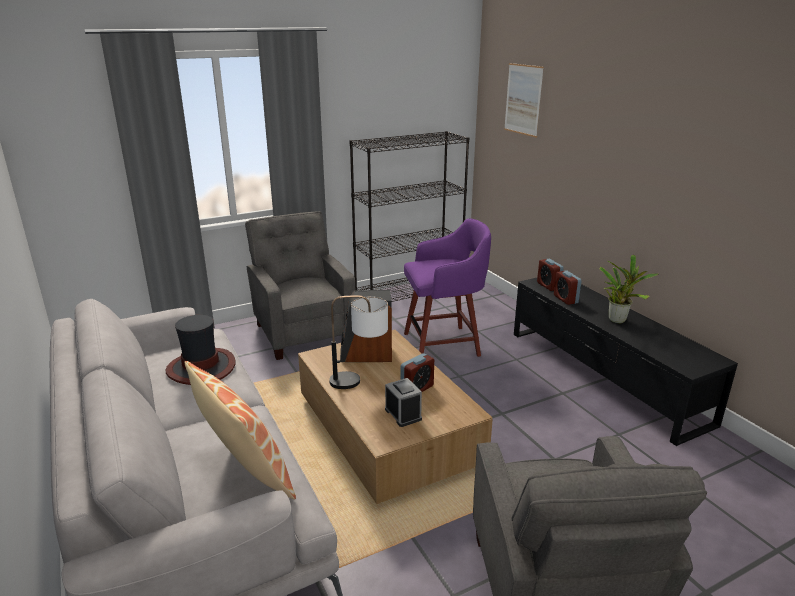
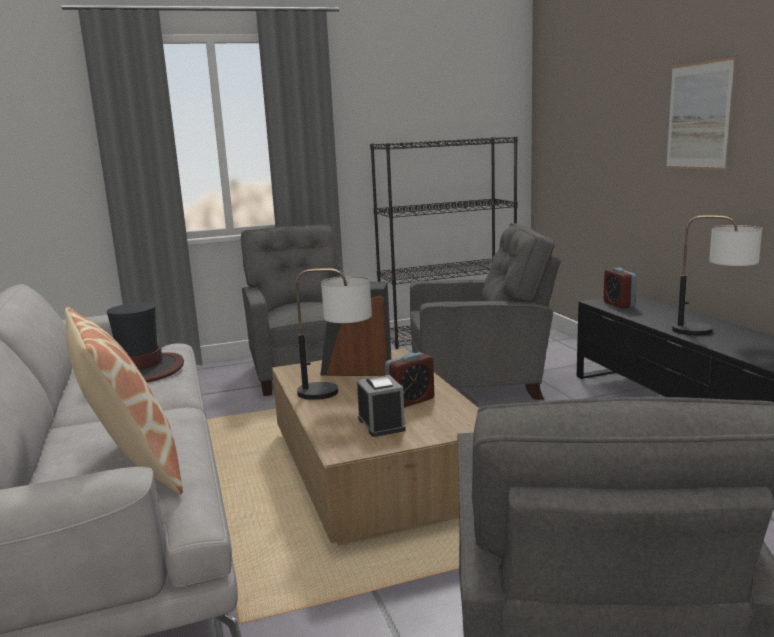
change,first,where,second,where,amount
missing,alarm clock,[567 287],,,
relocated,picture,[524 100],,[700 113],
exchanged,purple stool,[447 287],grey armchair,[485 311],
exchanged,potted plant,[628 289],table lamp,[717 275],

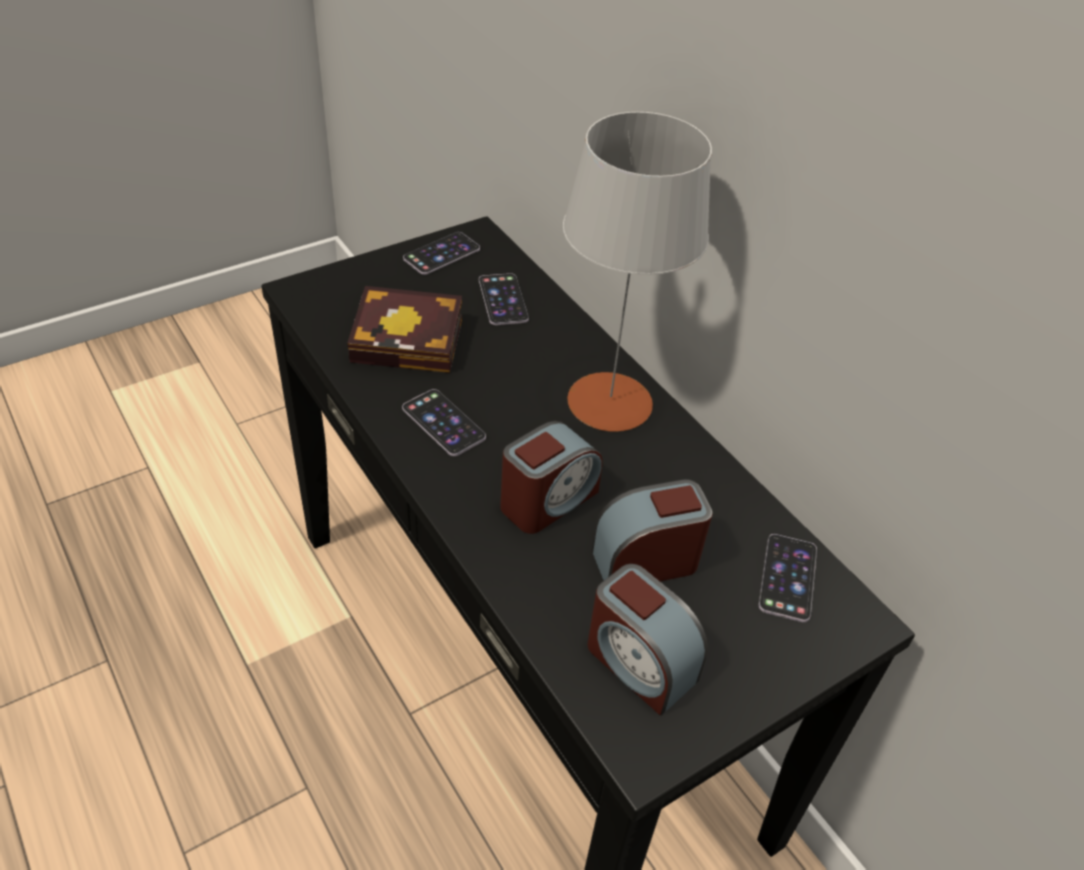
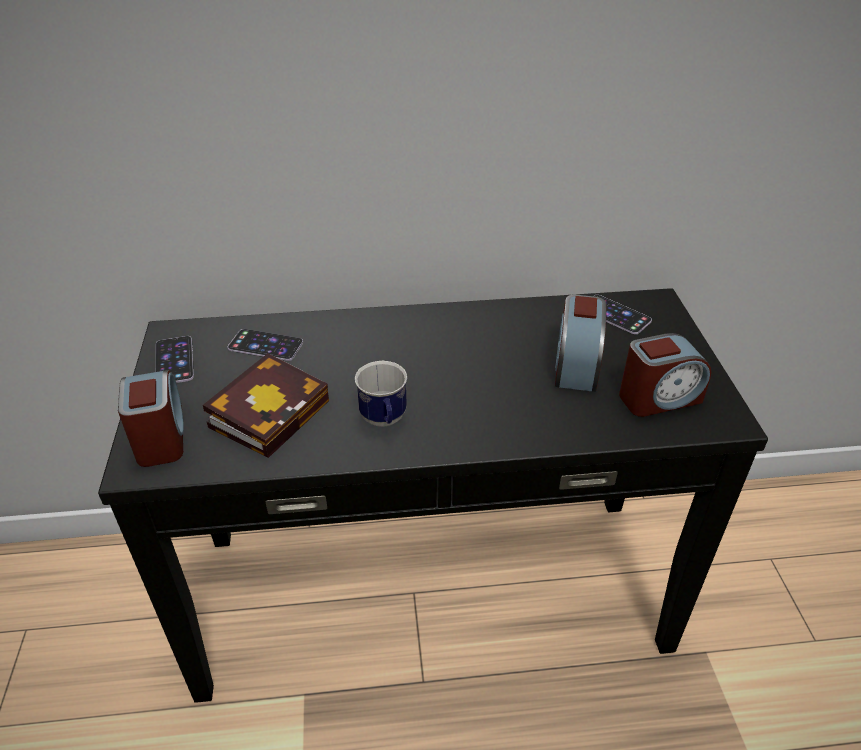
change,first,where,second,where,amount
missing,grey table lamp,[637 272],,,
relocated,alarm clock,[551 477],,[151 418],
exchanged,phone,[444 422],mug,[381 394],

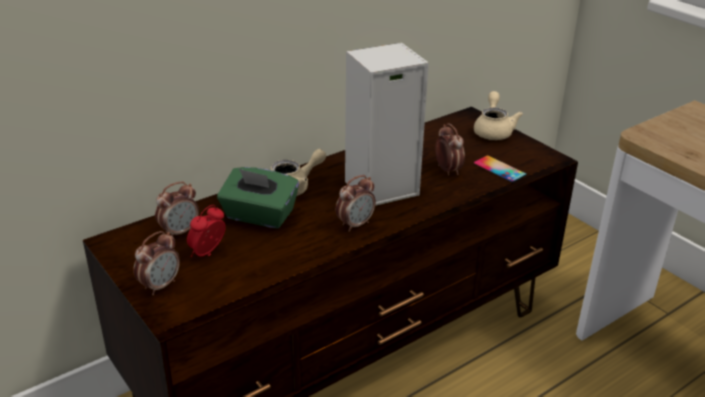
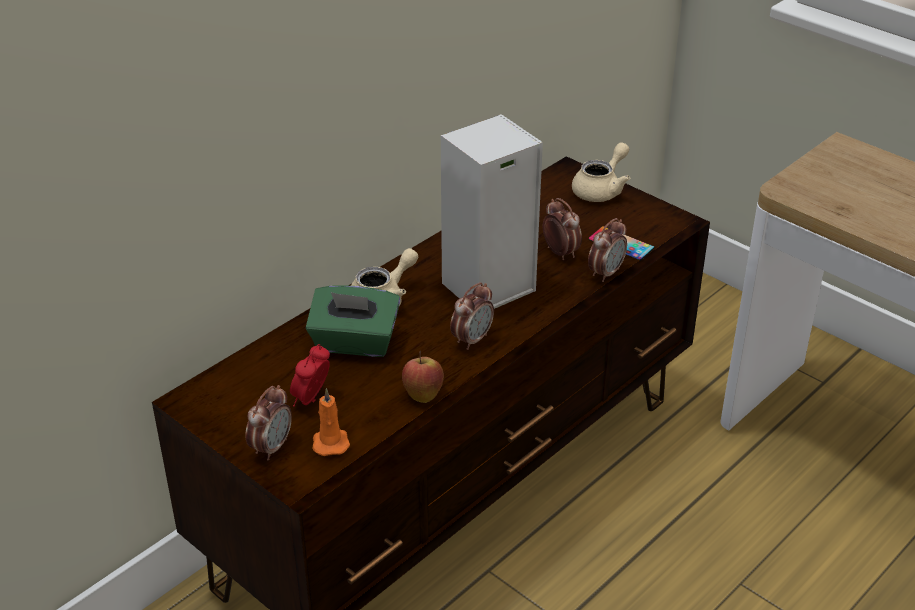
change,first,where,second,where,amount
appeared,,,orange candle,[331 422],
appeared,,,apple,[423 377],
relocated,alarm clock,[177 209],,[607 250],
spun,beige teapot,[498 115],,[601 172],45 degrees clockwise

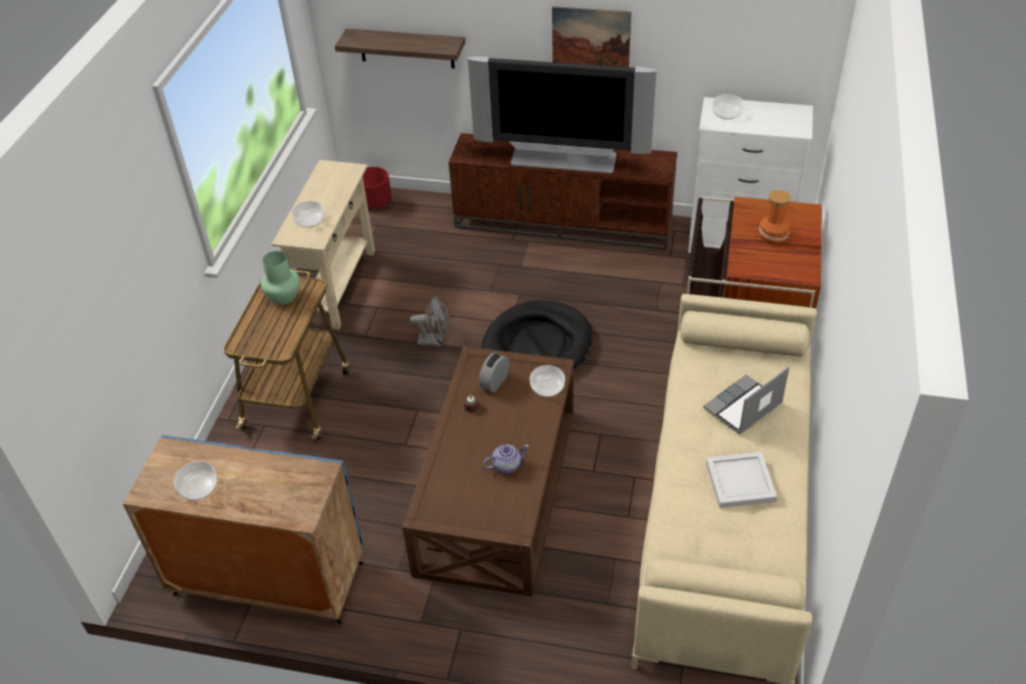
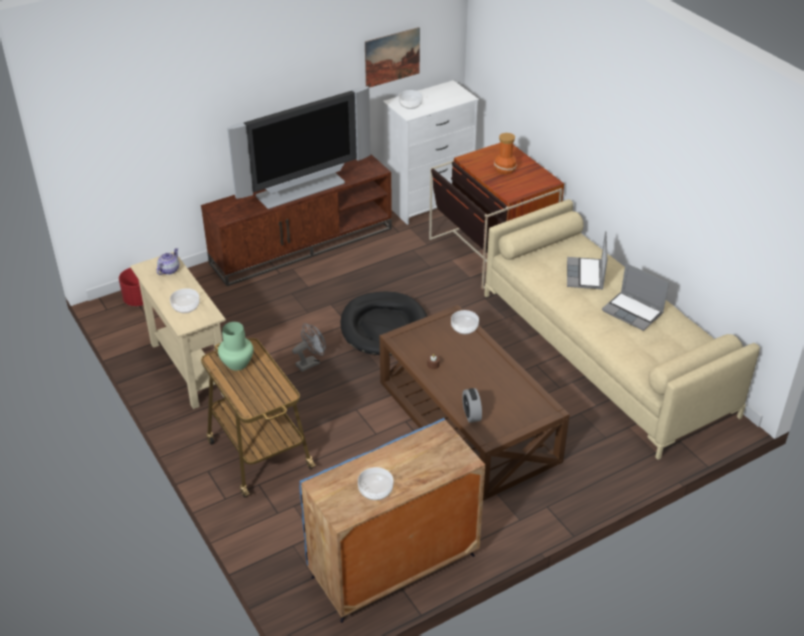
change,first,where,second,where,amount
missing,shelf,[400 48],,,
relocated,alarm clock,[494 373],,[472 405],
relocated,teapot,[506 459],,[168 261],
relocated,picture,[591 36],,[392 57],
exchanged,white tray,[741 480],laptop,[635 297],

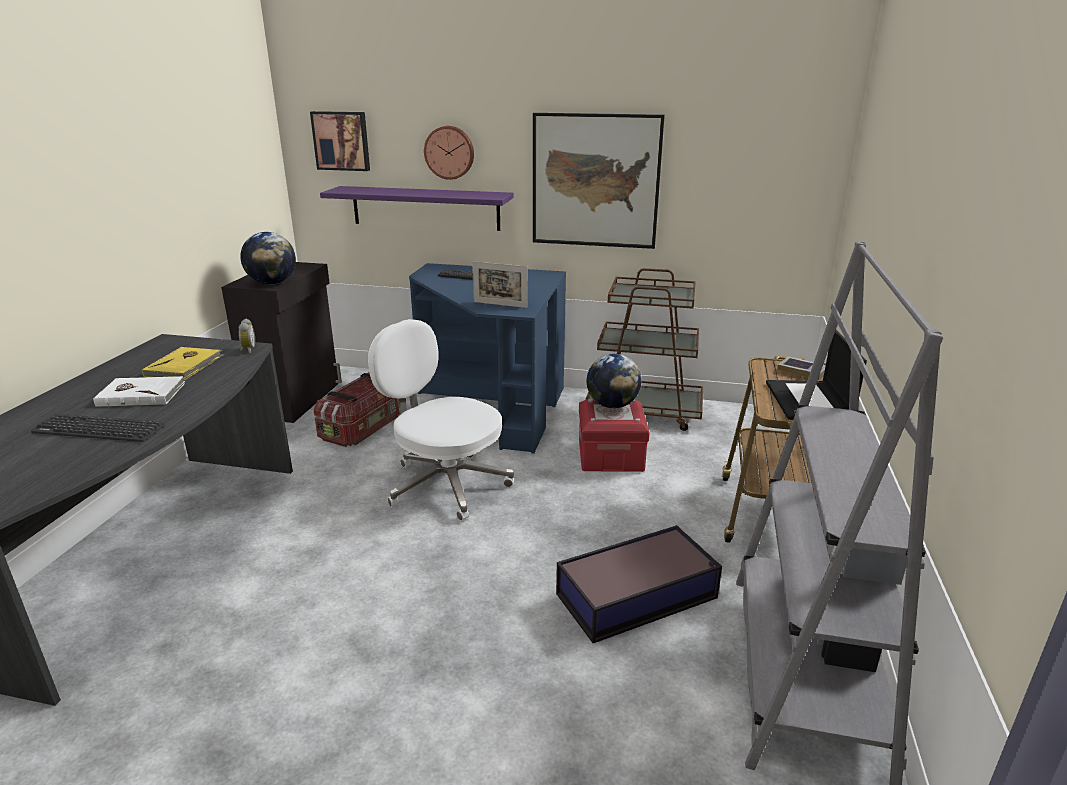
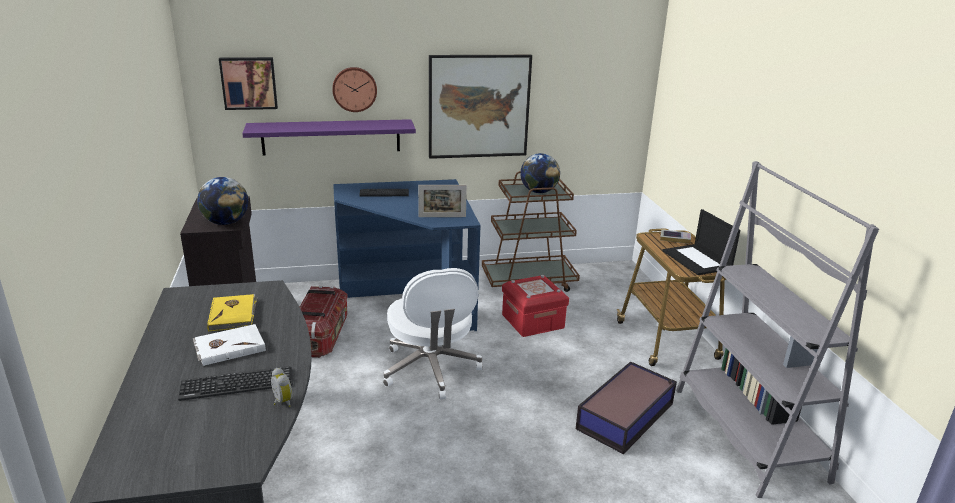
change,first,where,second,where,amount
relocated,alarm clock,[247 336],,[282 387],
relocated,globe,[614 381],,[540 173],
spun,white office chair,[441 420],,[433 333],120 degrees counterclockwise

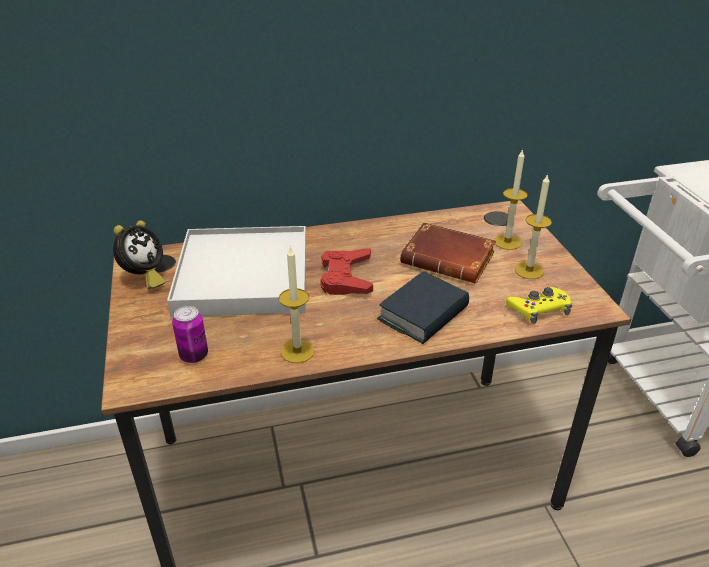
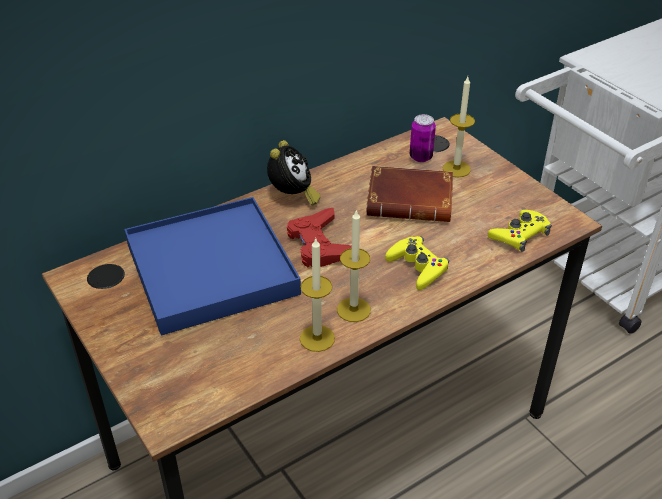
change,first,where,second,where,amount
relocated,alarm clock,[139 254],,[294 173],
relocated,can,[190 334],,[423 138],
relocated,candle,[533 226],,[354 265],
exchanged,book,[423 307],yellow game controller,[417 263],
colour,white tray,[236 271],blue tray,[212 266],

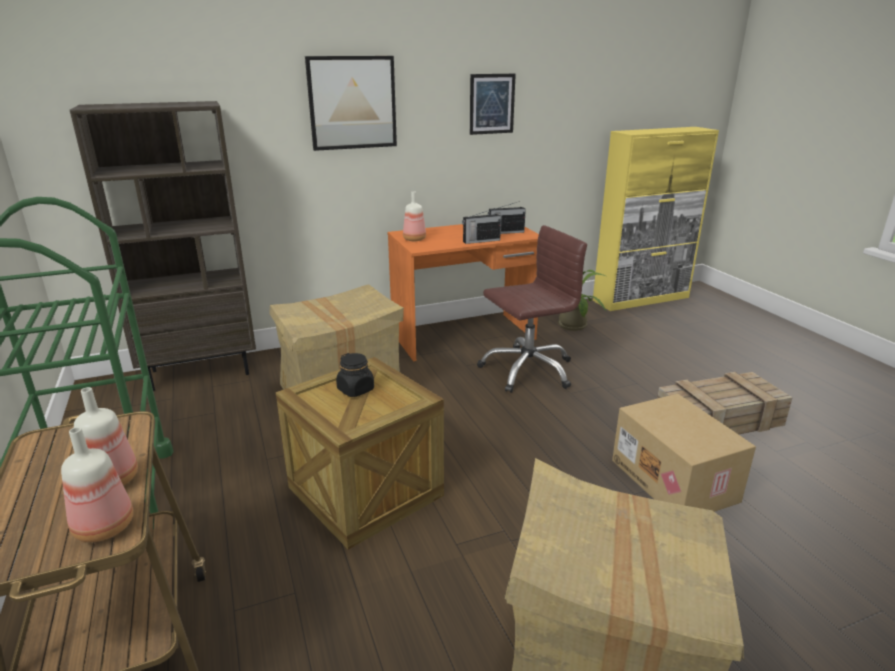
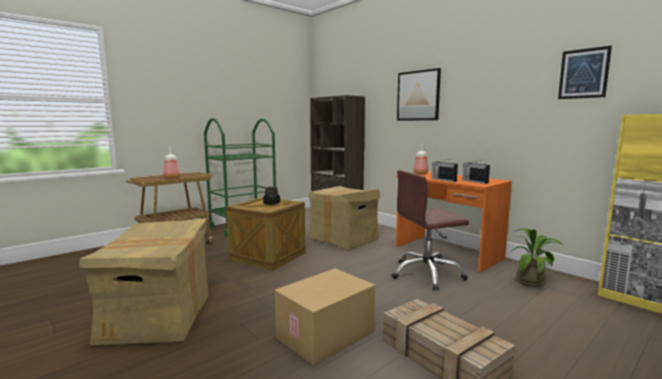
change,first,where,second,where,amount
missing,bottle,[97 484],,,
relocated,picture,[493 104],,[585 72],
spun,brown office chair,[532 309],,[430 230],120 degrees clockwise

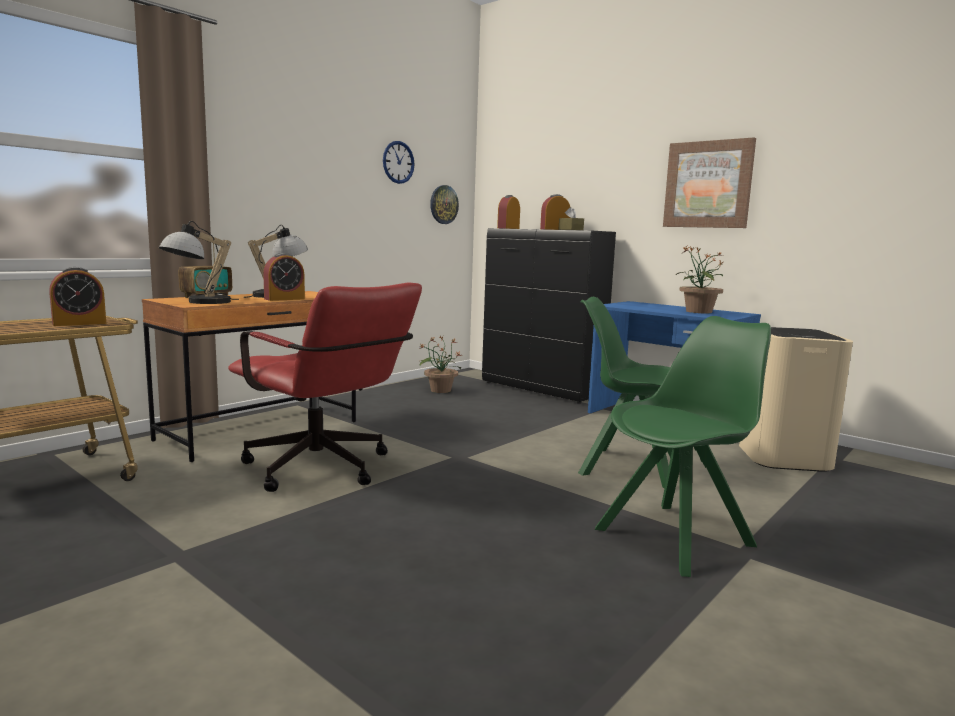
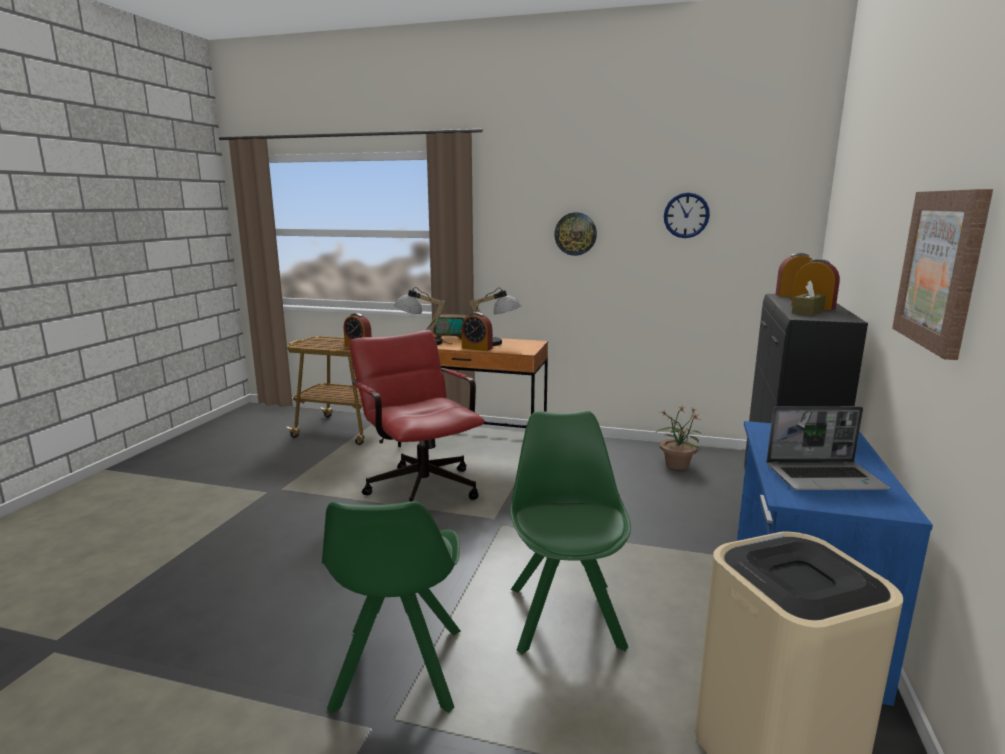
change,first,where,second,where,amount
relocated,wall clock,[444 204],,[575 234],
exchanged,potted plant,[699 279],laptop,[828 448],
spun,red office chair,[325 387],,[417 416],135 degrees clockwise
spun,green chair,[683 446],,[391 607],60 degrees clockwise

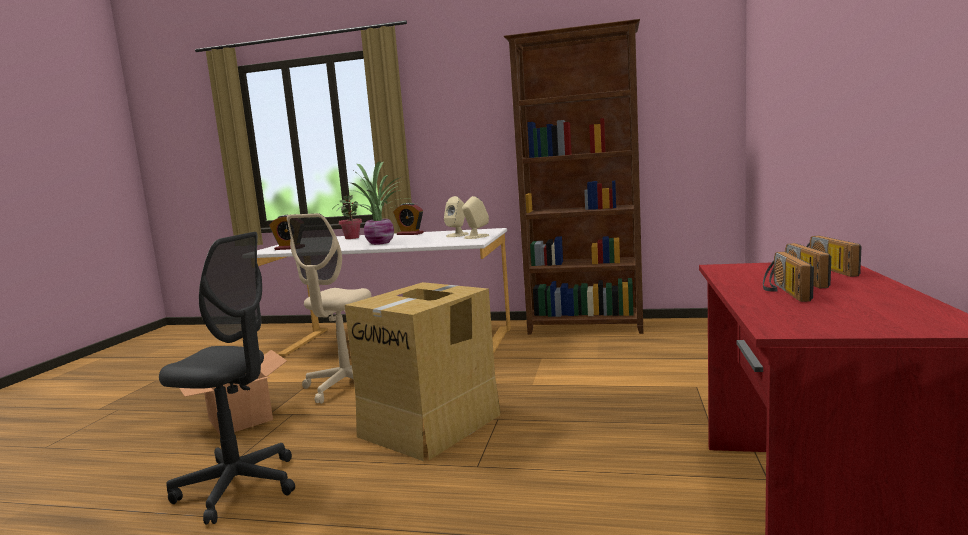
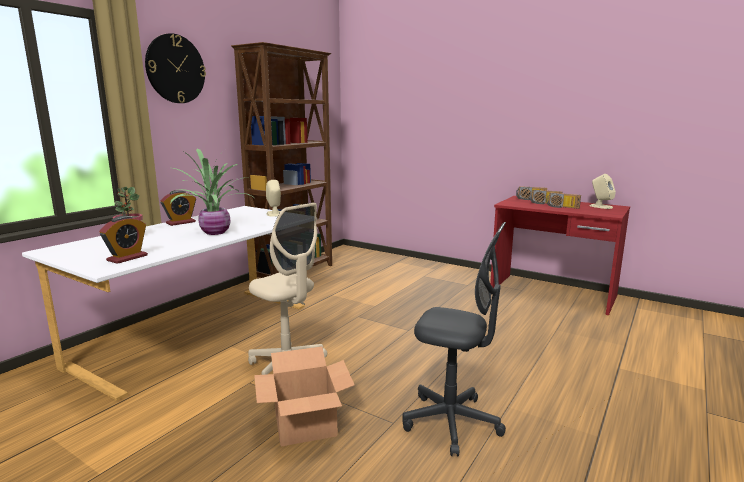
change,first,where,second,where,amount
missing,cardboard box,[423 371],,,
appeared,,,wall clock,[175 68],
relocated,beige speaker,[456 216],,[603 191],
spun,grey office chair,[227 378],,[454 339],75 degrees clockwise

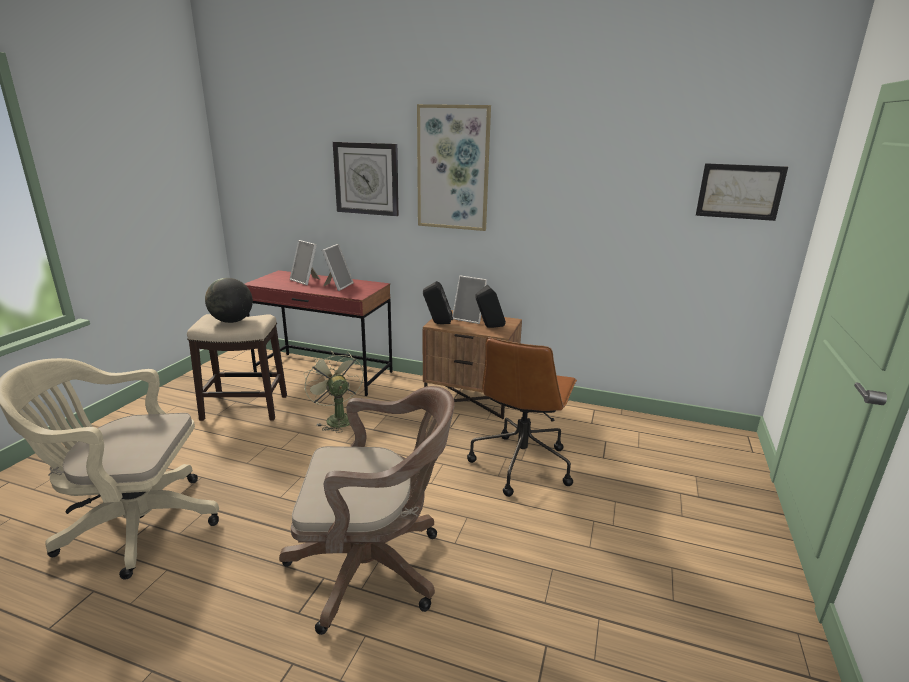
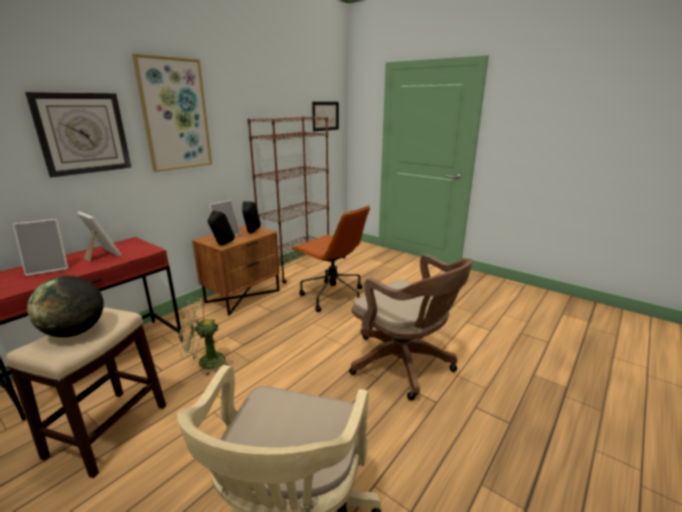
change,first,where,second,where,amount
appeared,,,brown bookcase,[289 200],
spun,brown office chair,[367 510],,[411 327],120 degrees clockwise

